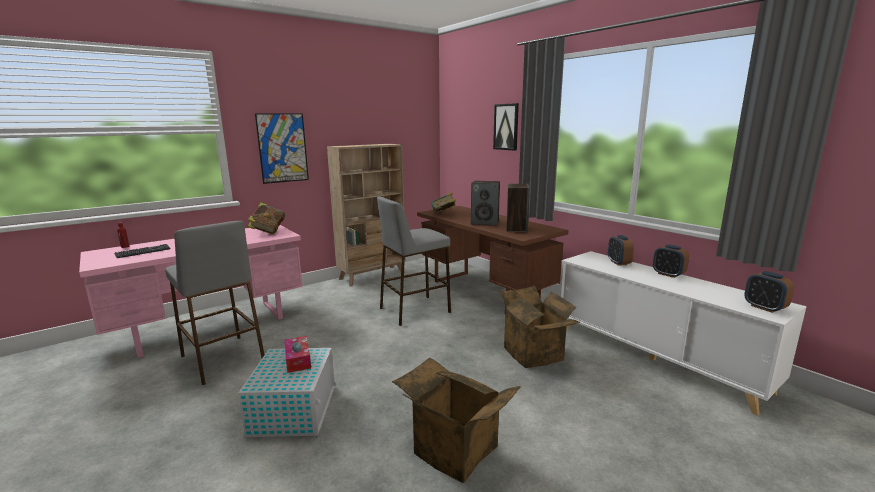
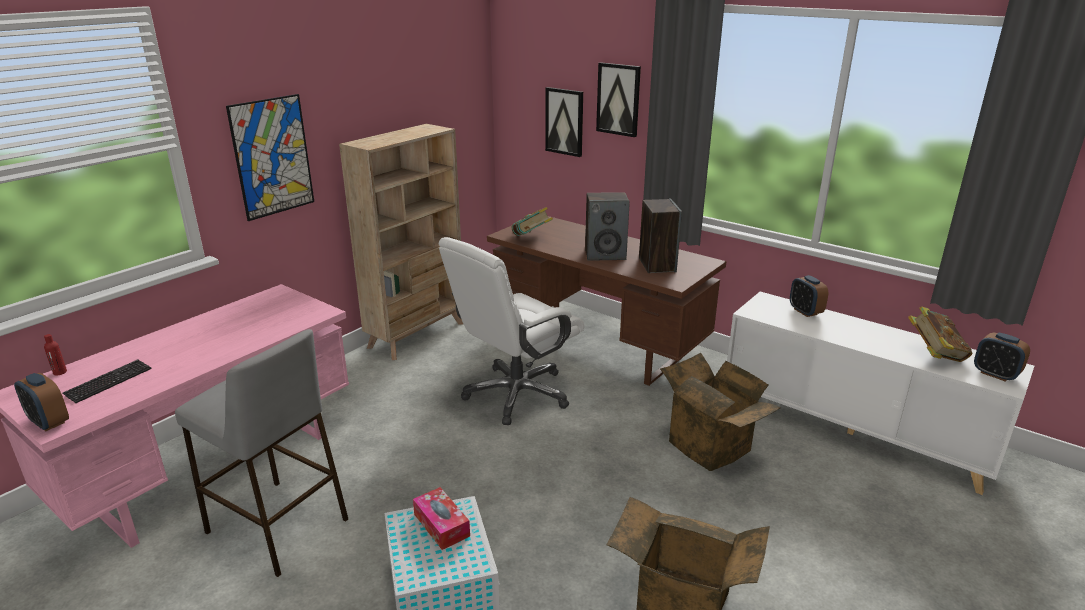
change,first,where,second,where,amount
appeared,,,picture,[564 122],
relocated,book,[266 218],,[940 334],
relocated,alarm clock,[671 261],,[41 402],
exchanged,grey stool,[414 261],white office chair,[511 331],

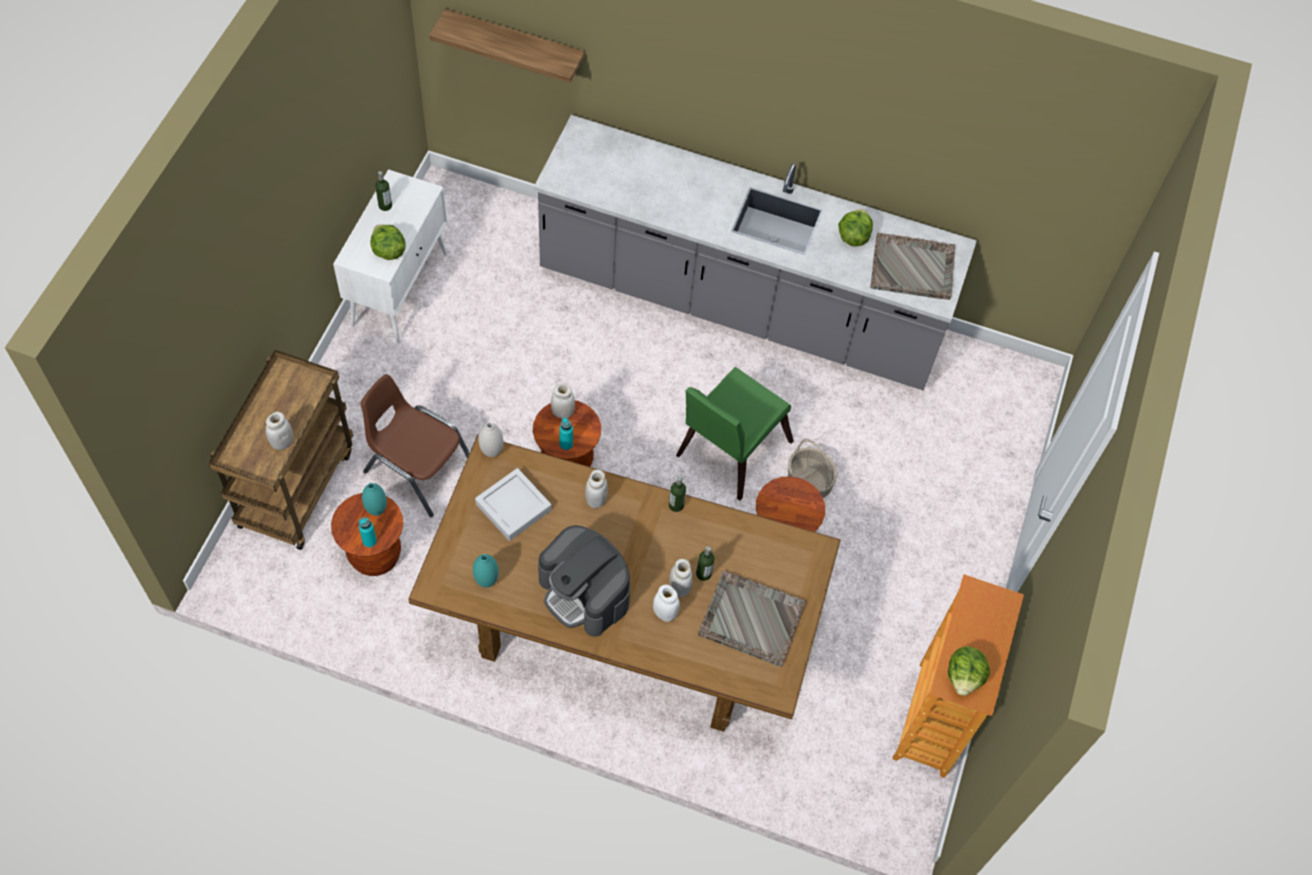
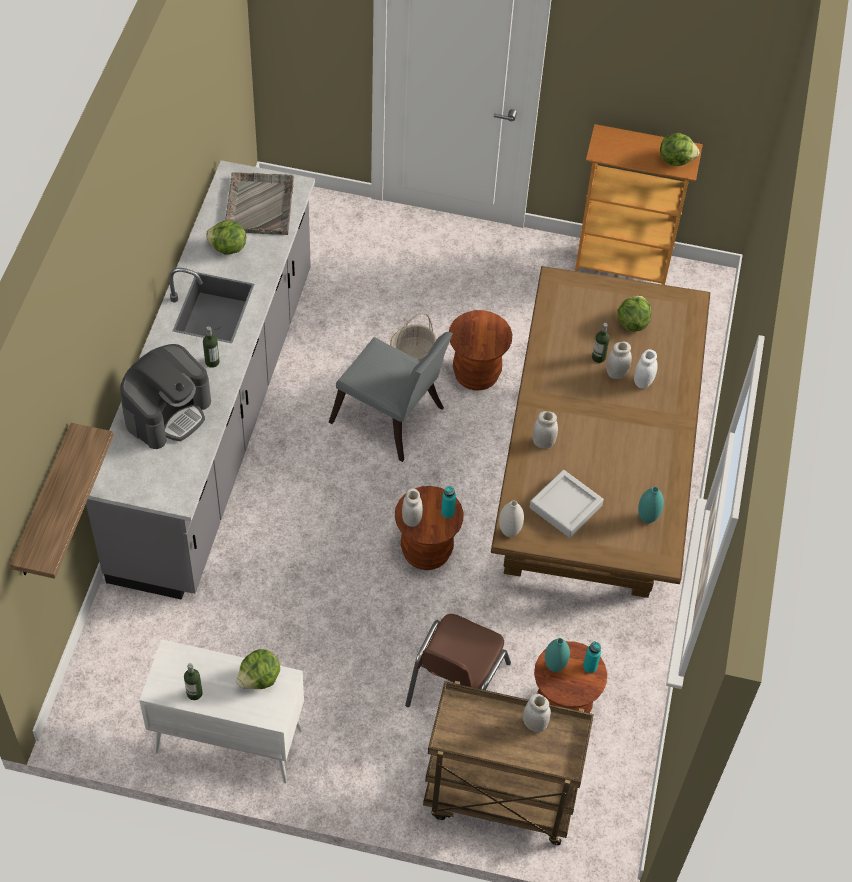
change,first,where,second,where,amount
relocated,coffee machine,[584 581],,[165 396],
relocated,bottle,[677 494],,[211 347],
exchanged,grey tray,[752 619],lettuce,[634 314],
colour,green chair,[735 434],grey chair,[391 397],

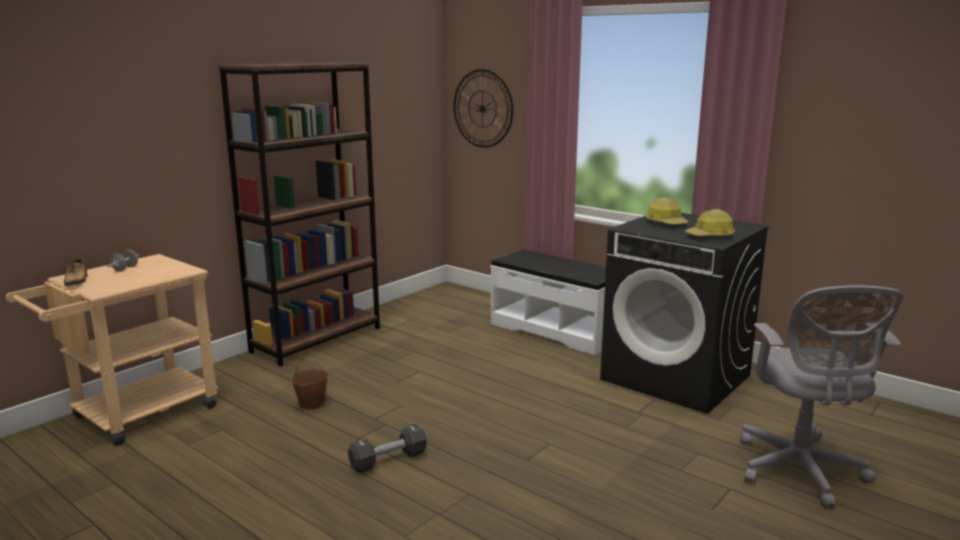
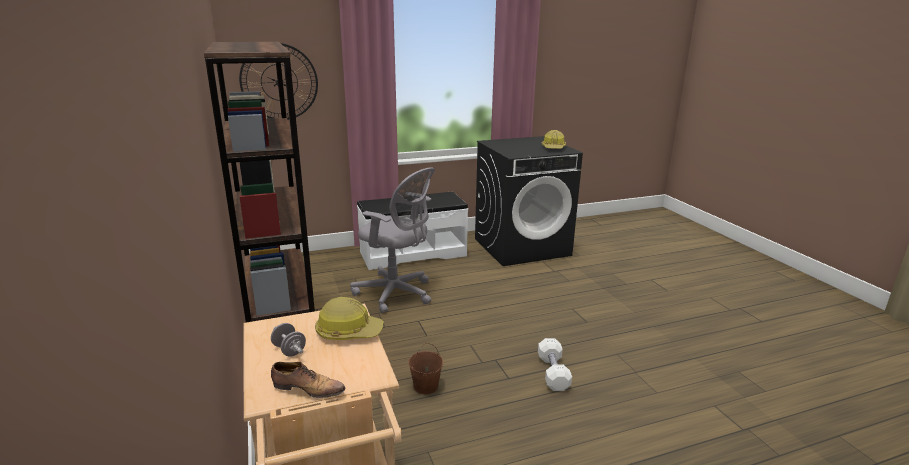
change,first,where,second,where,amount
relocated,hard hat,[667 210],,[349 318],
relocated,grey office chair,[822 396],,[392 240],
colour,black dumbbell,[387 448],white dumbbell,[555 364],

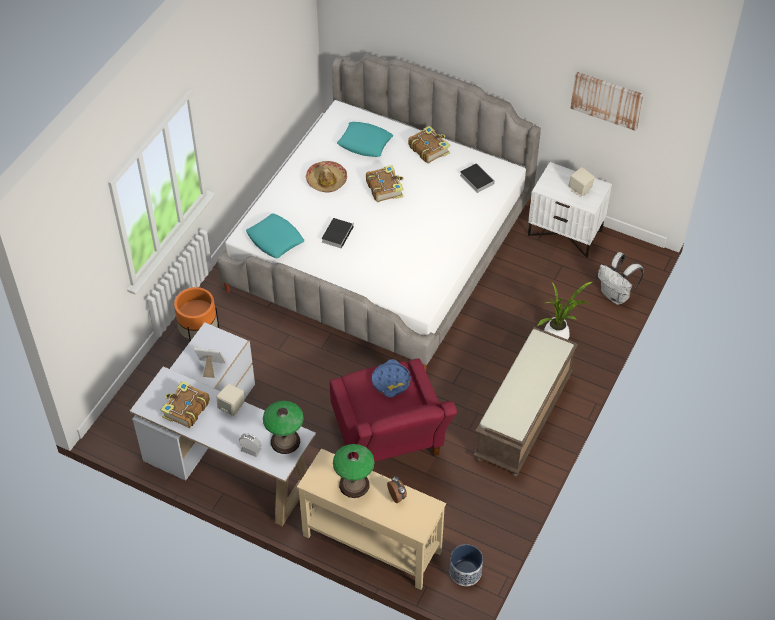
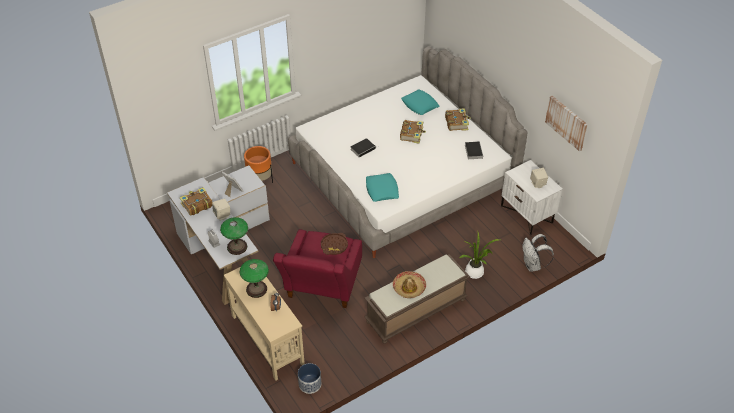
change,first,where,second,where,amount
relocated,turquoise pillow,[275 235],,[382 187],
relocated,hat,[326 177],,[409 284],
colour,blue tray,[391 378],brown tray,[334 244],

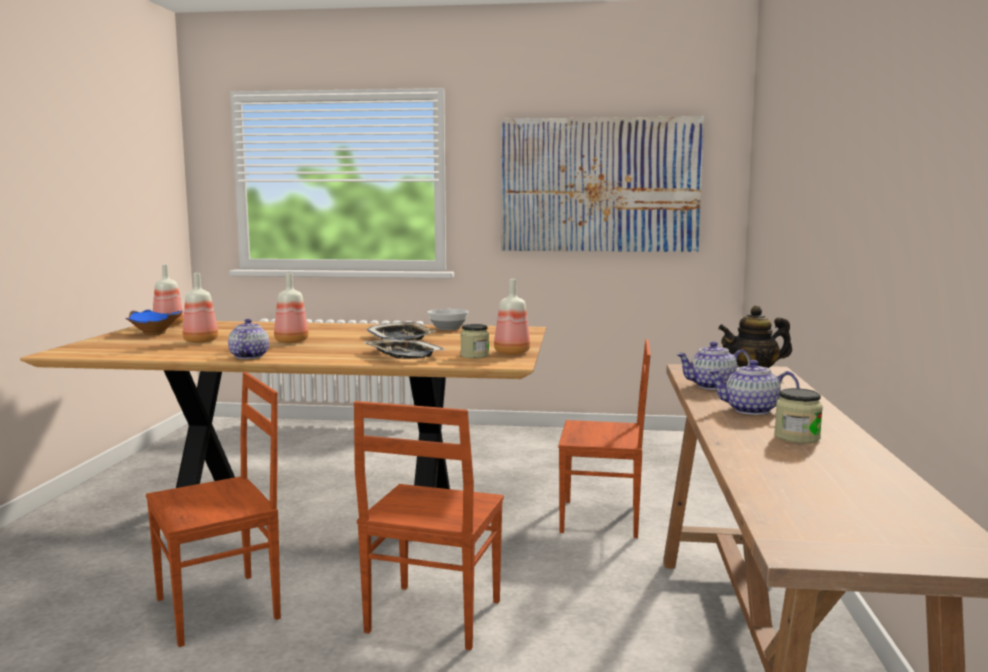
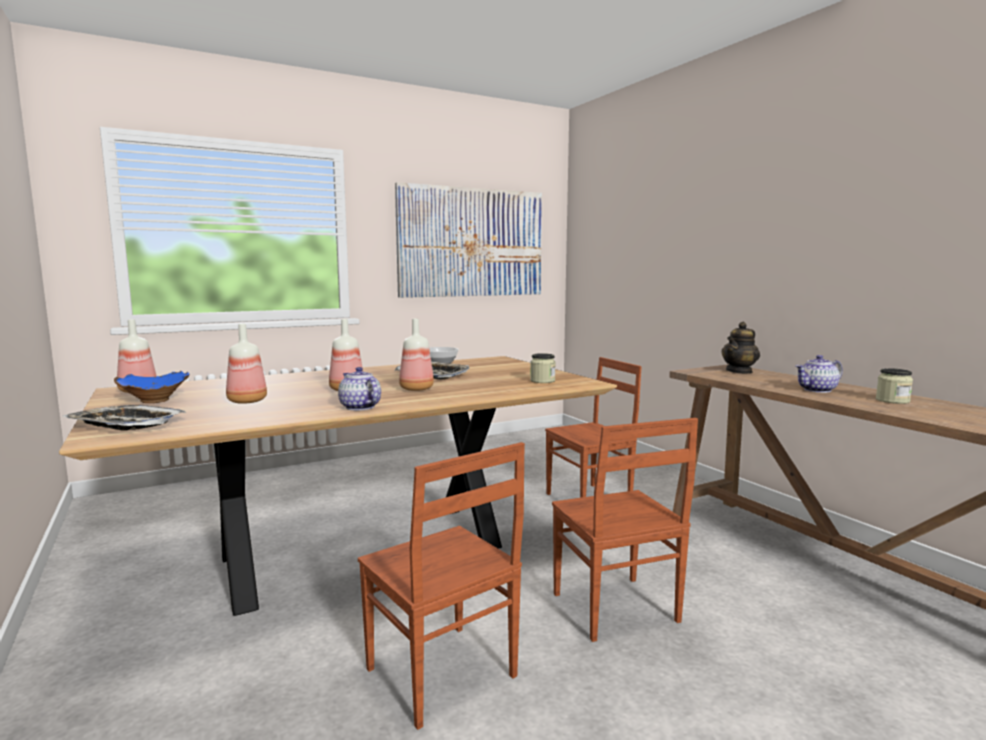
change,first,where,second,where,amount
missing,teapot,[713 365],,,
relocated,tray,[404 349],,[124 418],
relocated,bottle,[512 317],,[416 355],
spun,brown chair,[213 509],,[441 586],120 degrees clockwise

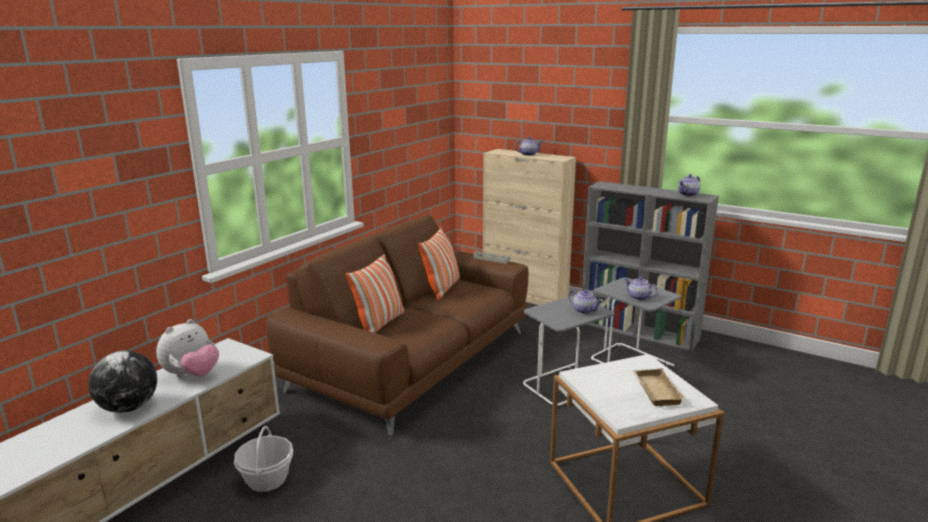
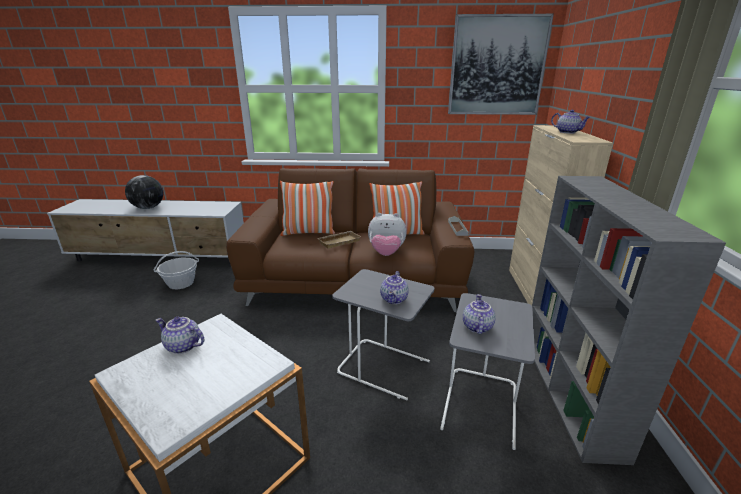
change,first,where,second,where,amount
appeared,,,picture,[501 64],
relocated,plush toy,[187 348],,[387 234],
relocated,beige tray,[658 387],,[339 240],
relocated,teapot,[689 185],,[180 335],

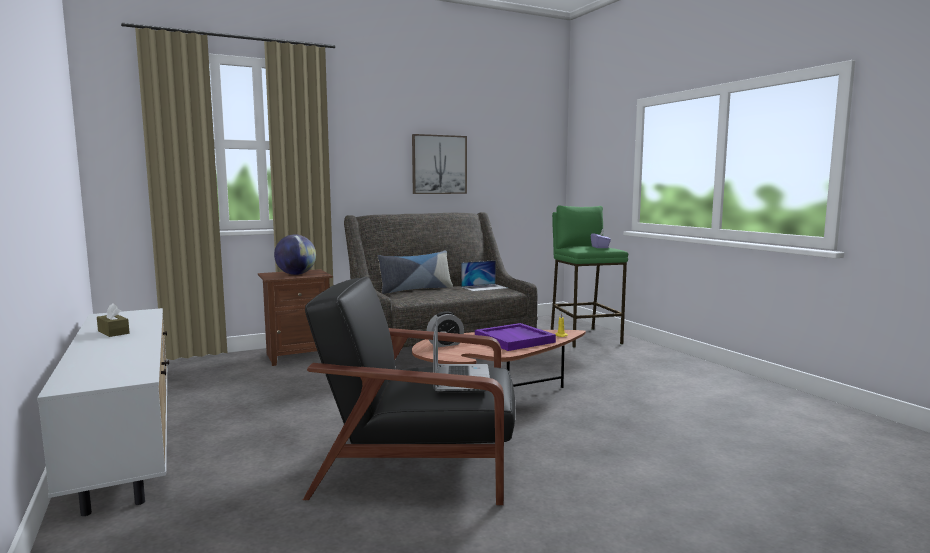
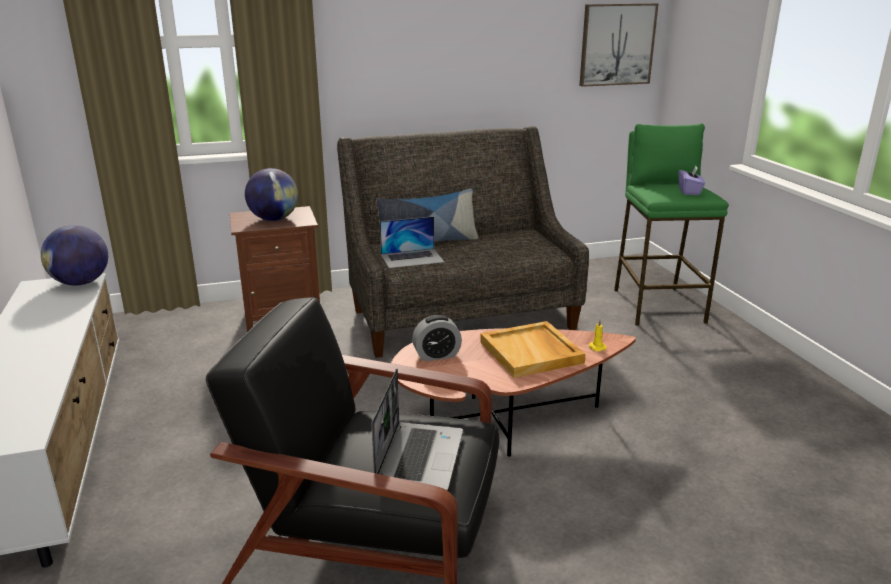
change,first,where,second,where,amount
missing,brown tissue box,[113 320],,,
appeared,,,globe,[74 255],
relocated,picture,[439 164],,[618 45],
relocated,laptop,[484 276],,[412 242],
colour,purple tray,[515 337],beige tray,[533 349],

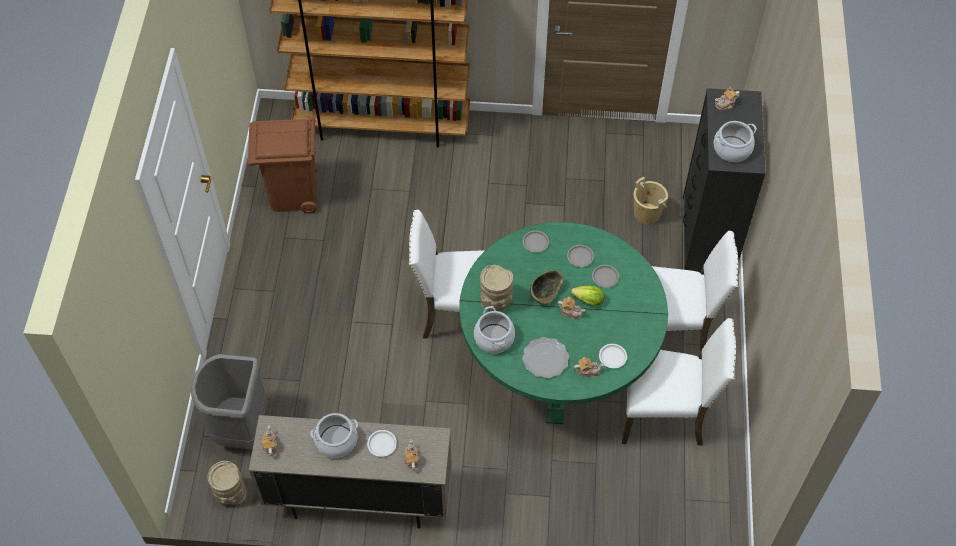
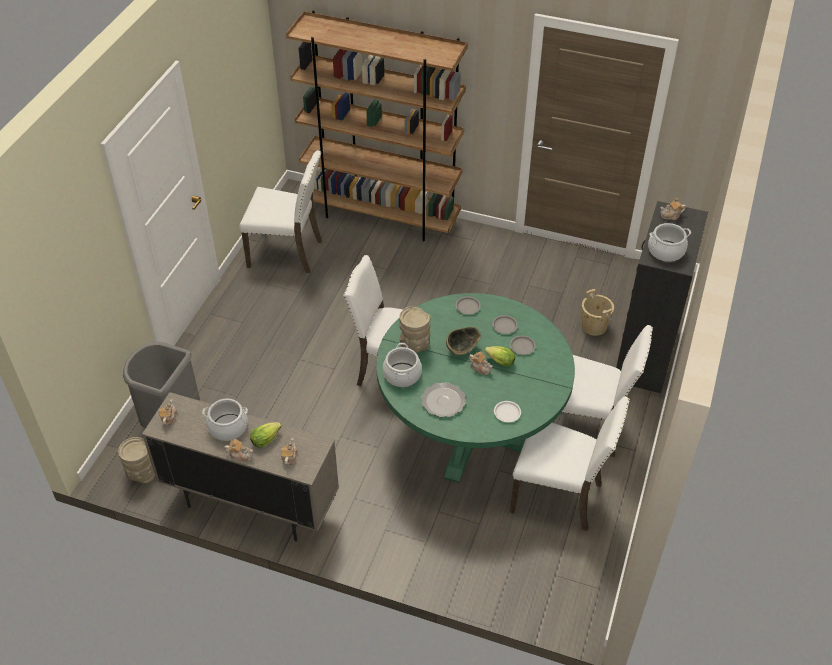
change,first,where,second,where,amount
relocated,teapot,[588 367],,[238 450],
exchanged,brown trash can,[282 165],white chair,[280 211],
exchanged,white plate,[382 443],lettuce,[265 435],

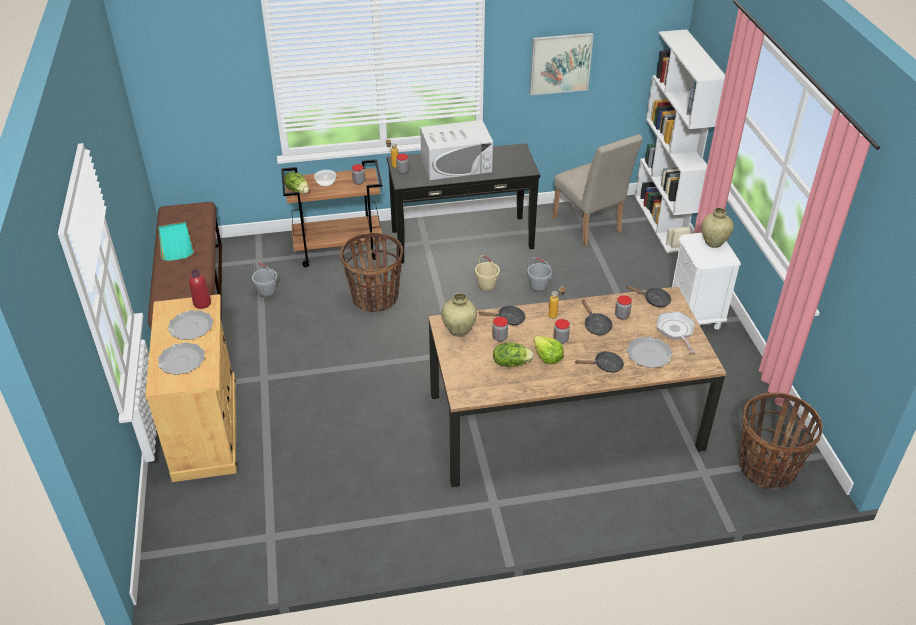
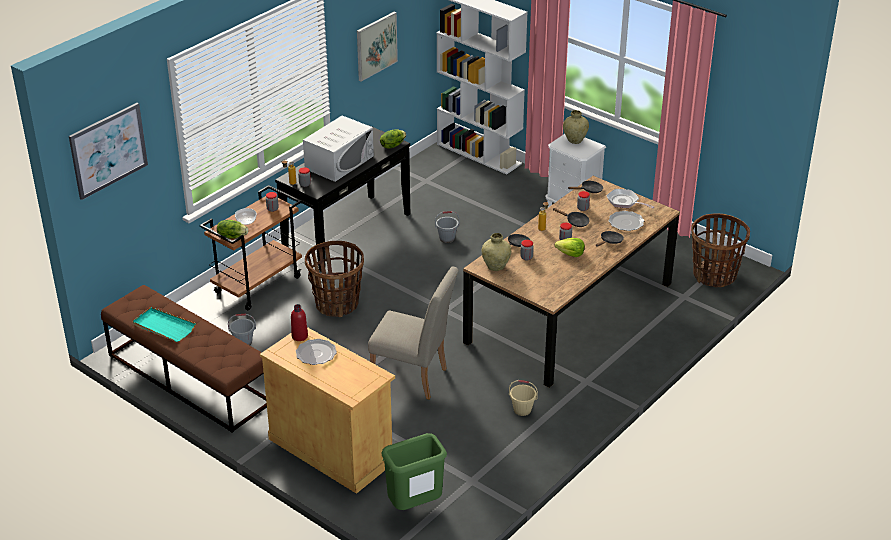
change,first,where,second,where,amount
missing,plate,[181 358],,,
appeared,,,picture,[108 151],
appeared,,,green trash can,[414 471],
relocated,beige bucket,[487 273],,[523 398],
relocated,lettuce,[513 354],,[393 138],
relocated,beige chair,[597 190],,[413 332],

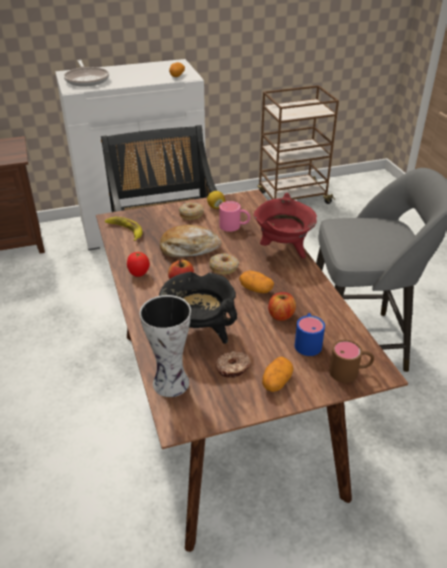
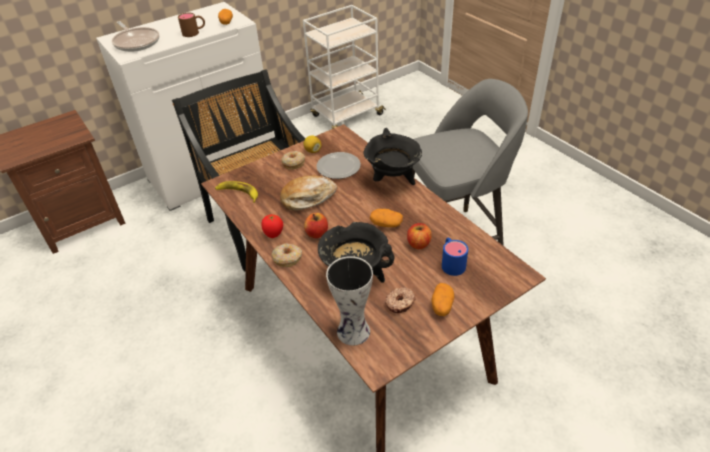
change,first,where,second,where,amount
relocated,donut,[224 264],,[287 255],
relocated,brown mug,[351 361],,[191 25],
exchanged,pink mug,[235 216],plate,[338 165],
colour,red cooking pot,[285 225],black cooking pot,[392 156],
colour,brown cart,[298 144],white cart,[344 67],

